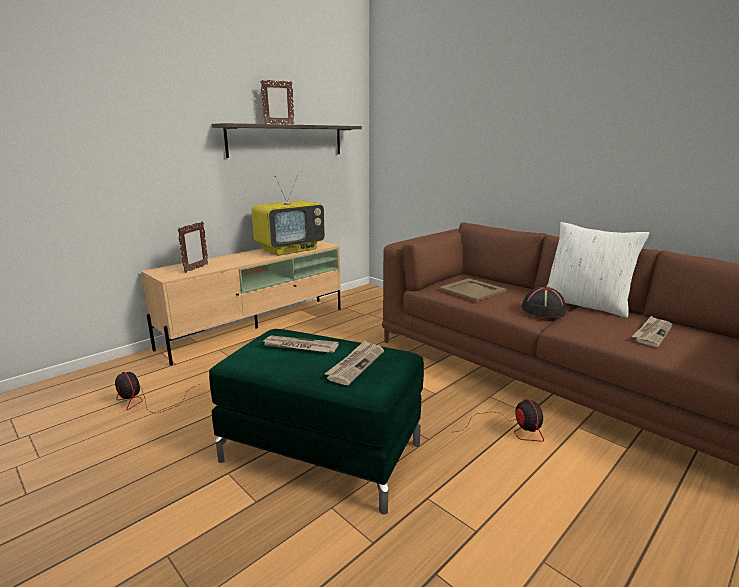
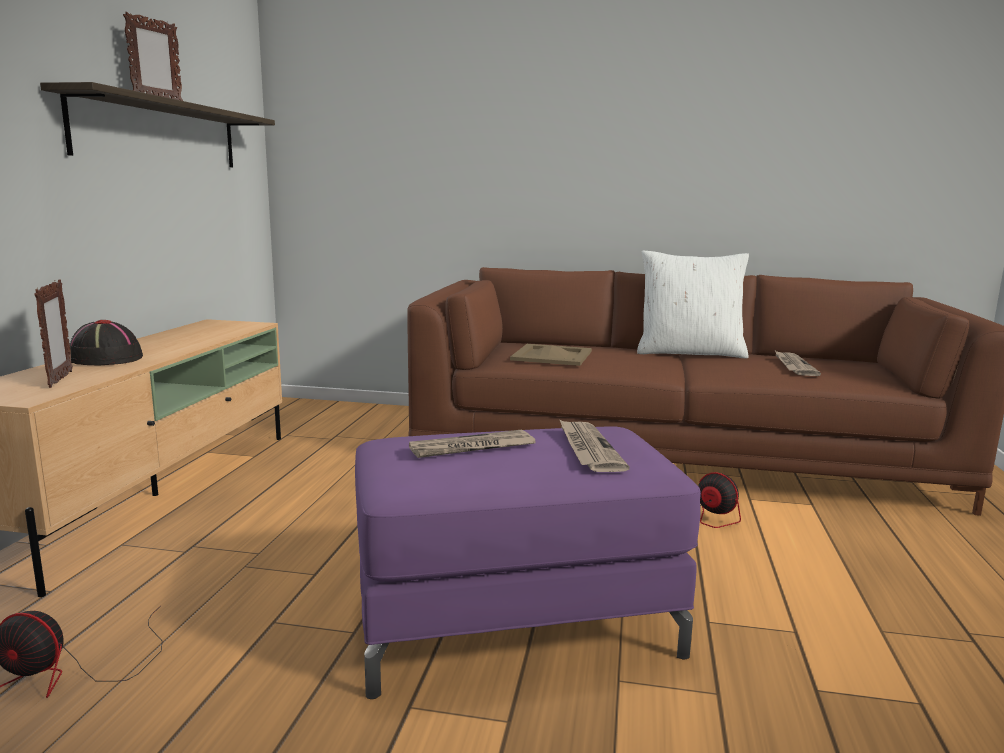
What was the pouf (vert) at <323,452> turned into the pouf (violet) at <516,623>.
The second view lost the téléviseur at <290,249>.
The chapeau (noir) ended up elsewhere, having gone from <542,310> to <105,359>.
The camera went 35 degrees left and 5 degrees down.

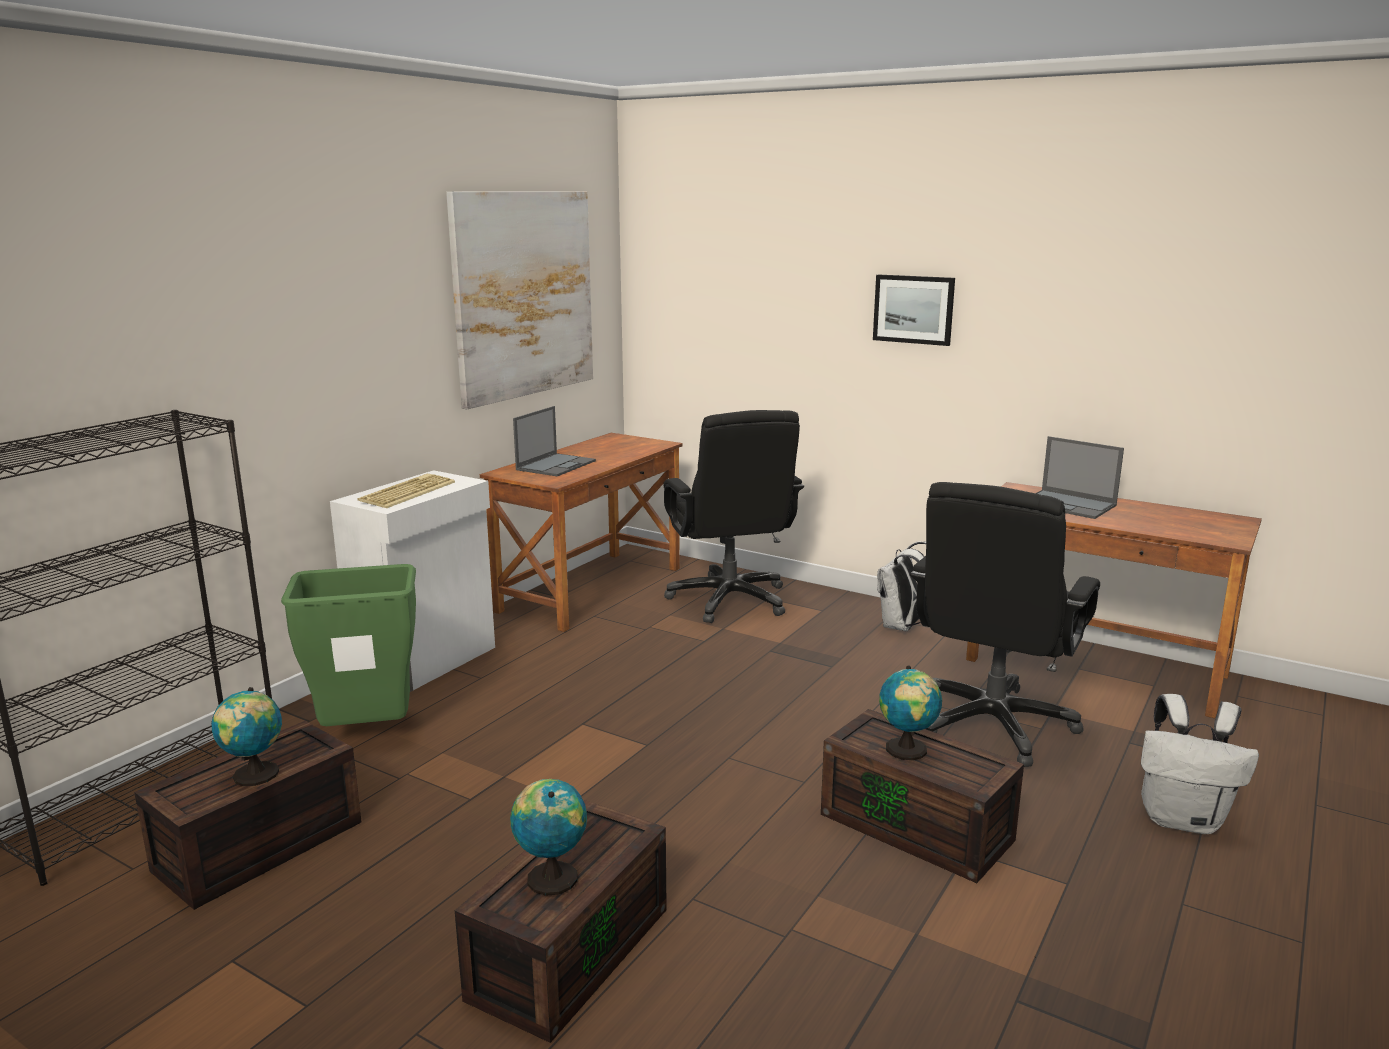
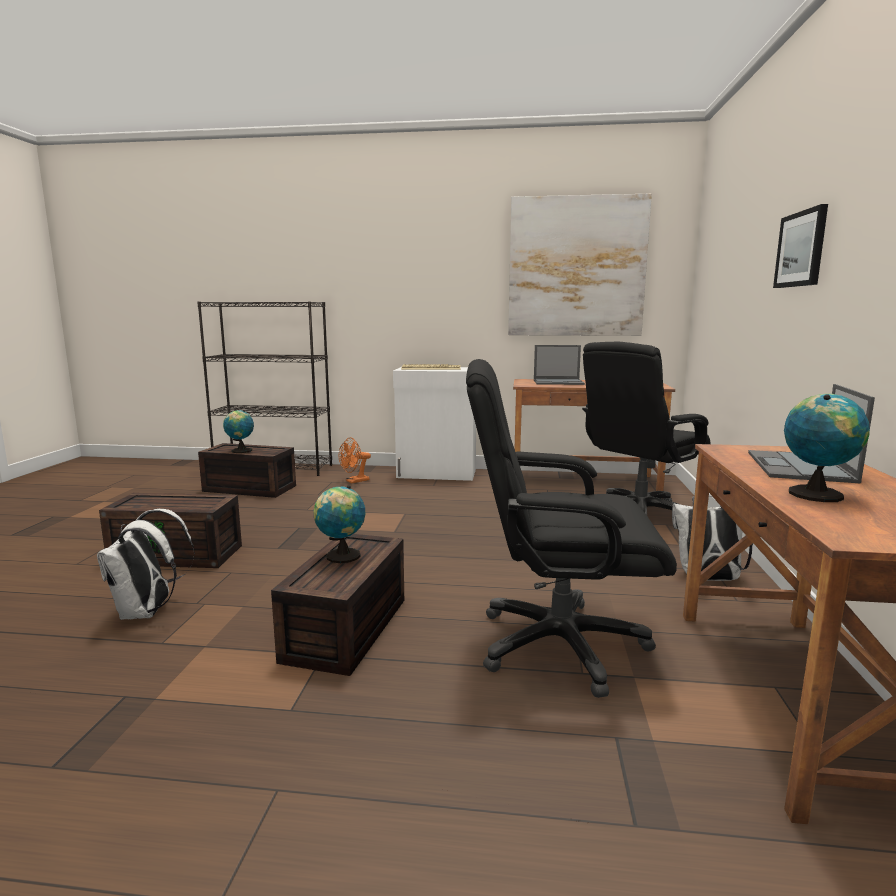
Where the poubelle (vert) stood at <369,733>, the ventilateur (orange) came to stand at <354,481>.
The globe ended up elsewhere, having gone from <551,876> to <815,494>.
The sac à dos (blanc) ended up elsewhere, having gone from <1183,819> to <148,612>.
The camera went 65 degrees right and 5 degrees down.

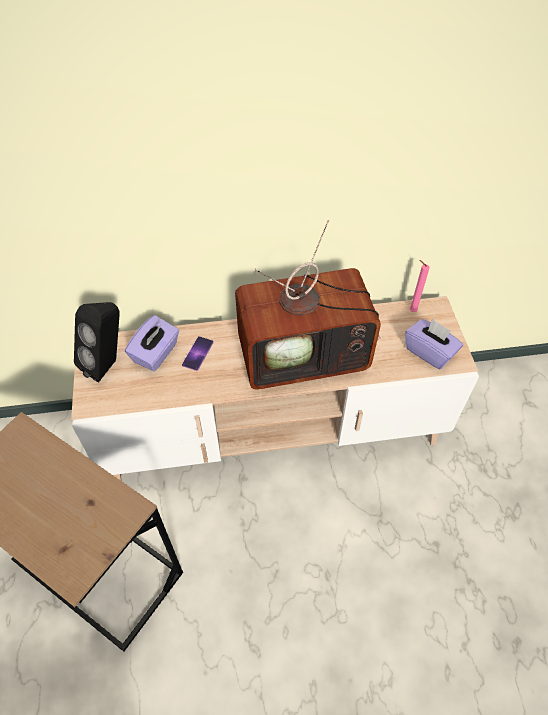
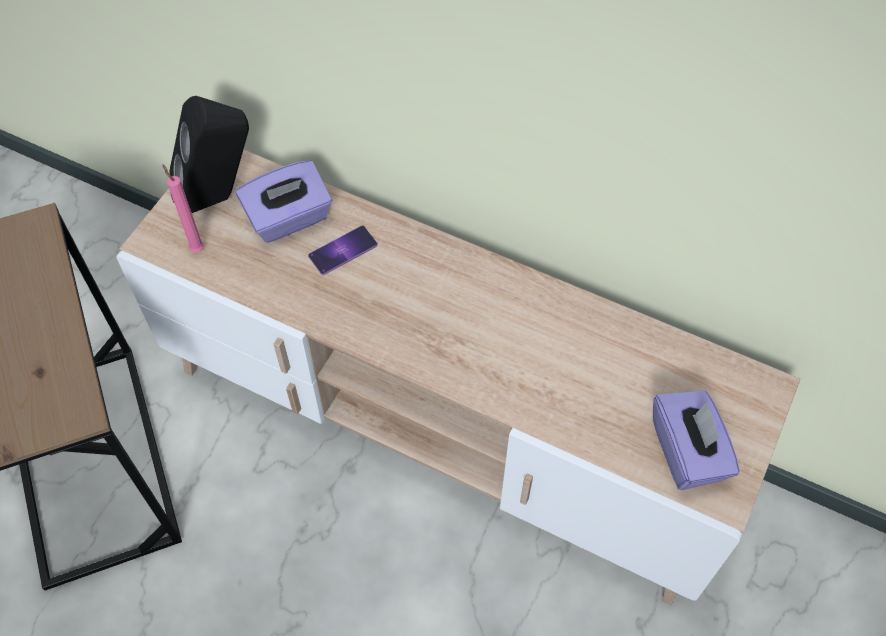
The second view lost the téléviseur at <306,353>.
The bougie (rose) ended up elsewhere, having gone from <411,310> to <196,248>.
The camera went 35 degrees right and 5 degrees up.

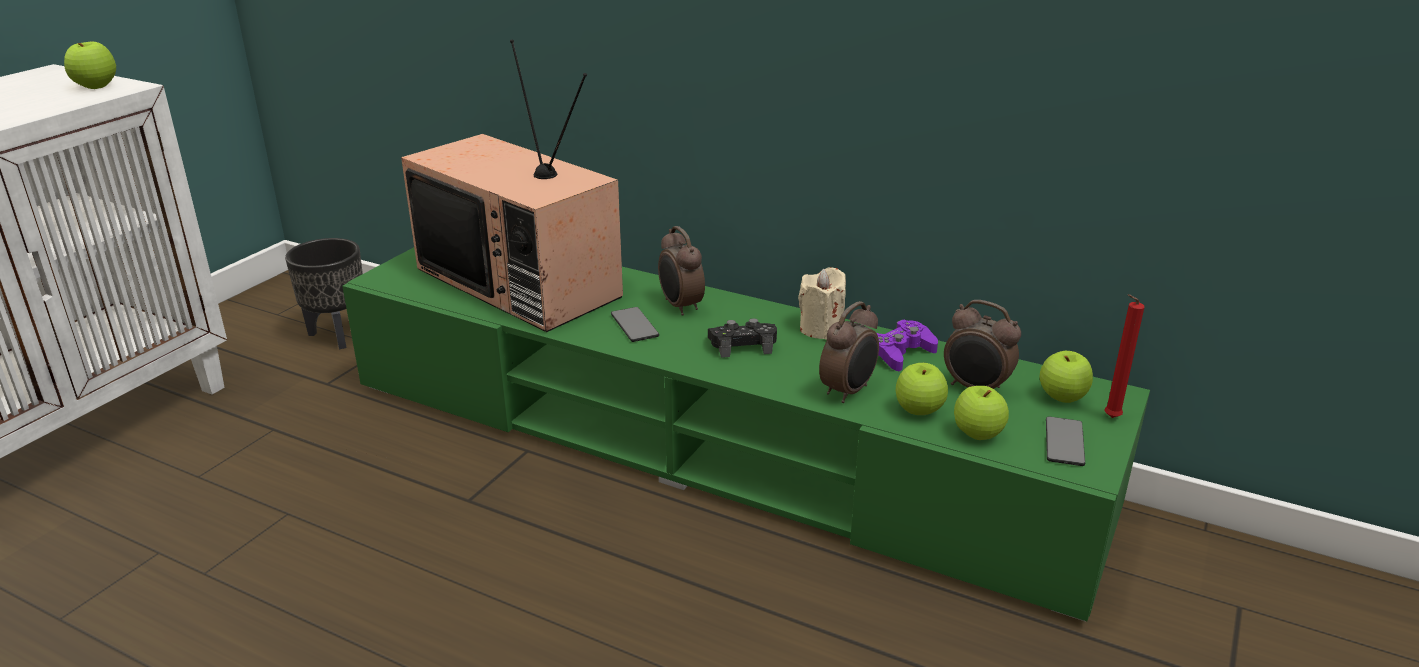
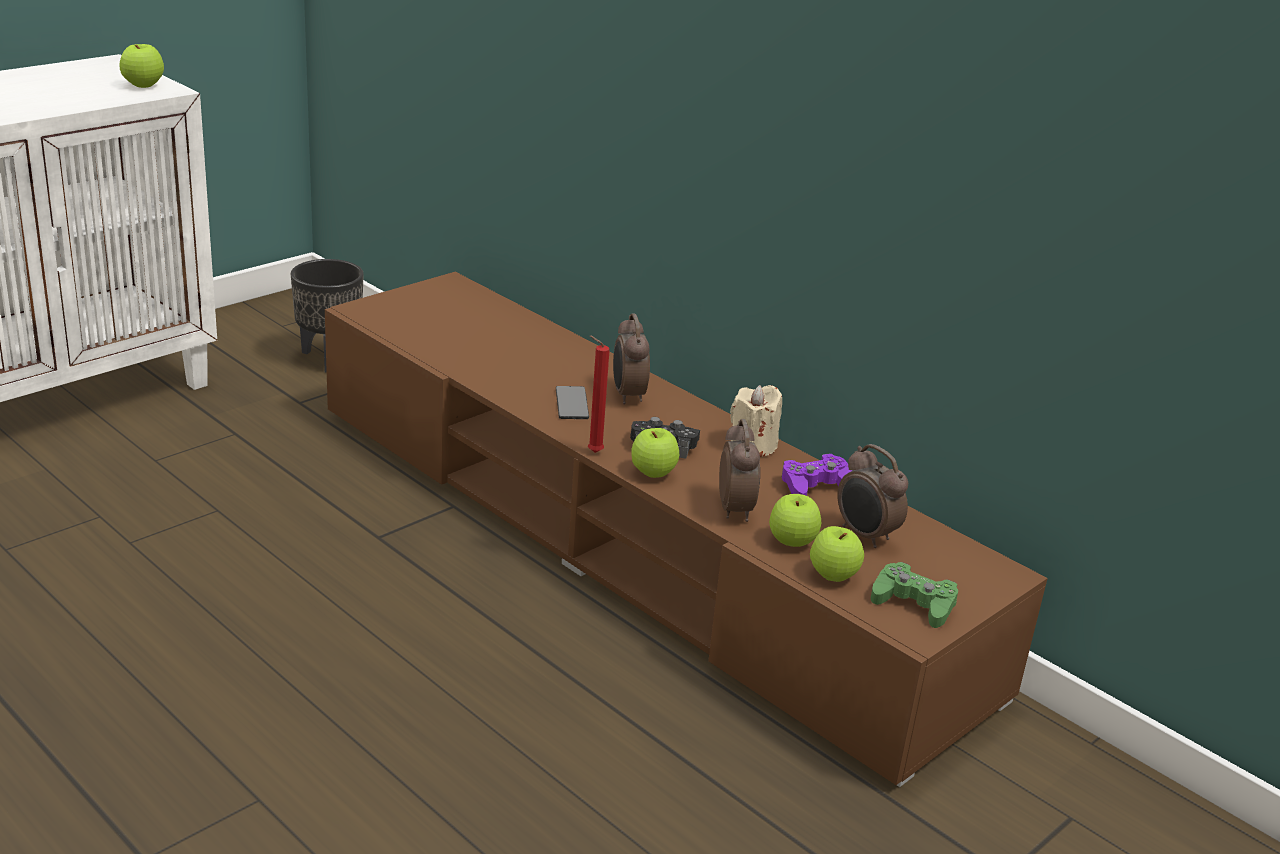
What was the meuble télé (vert) at <711,445> turned into the meuble télé (marron) at <631,542>.
The second view lost the téléviseur at <523,282>.
The réveil at <848,391> ended up facing another way, 60 degrees counterclockwise from before.
The pomme ended up elsewhere, having gone from <1062,398> to <653,473>.
Where the téléphone stood at <1064,442>, the manette (vert) came to stand at <914,603>.
The bougie (rouge) ended up elsewhere, having gone from <1109,418> to <592,452>.
The camera went 15 degrees right and 0 degrees up.

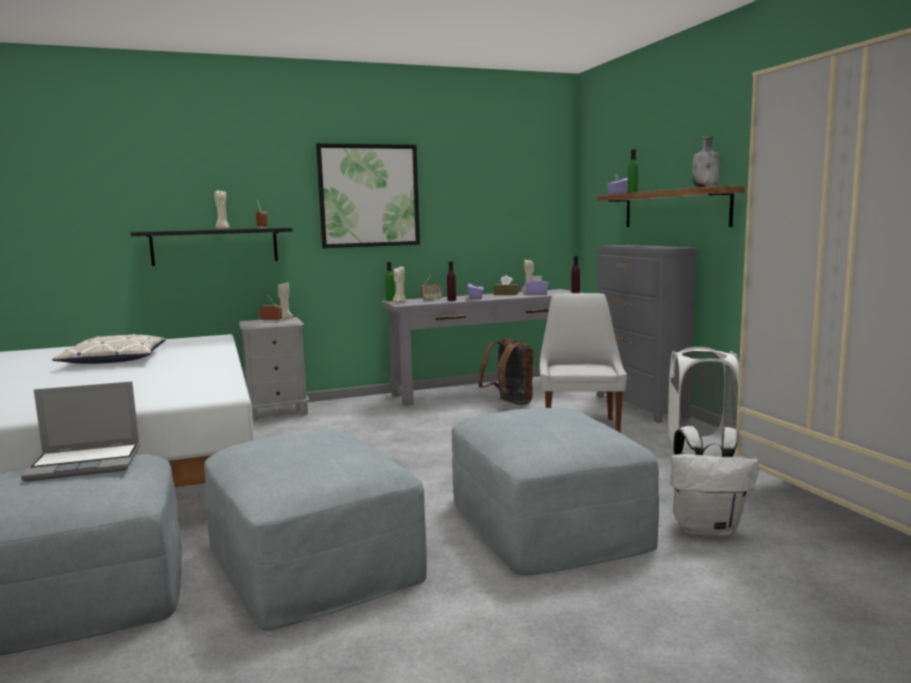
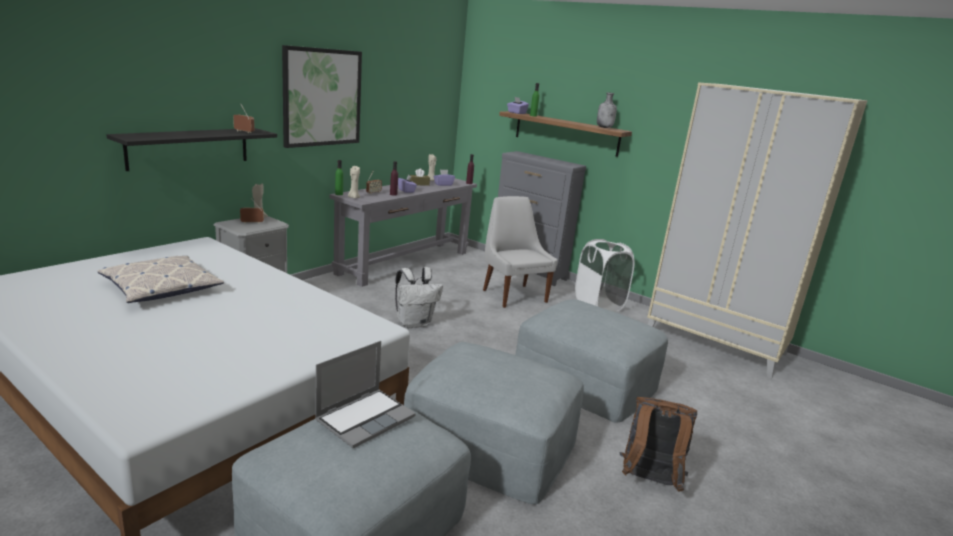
The second view lost the bougie (beige) at <222,229>.
The sac à dos (marron) ended up elsewhere, having gone from <509,403> to <648,481>.
The sac à dos (blanc) ended up elsewhere, having gone from <707,528> to <414,323>.
The camera went 35 degrees left and 10 degrees up.

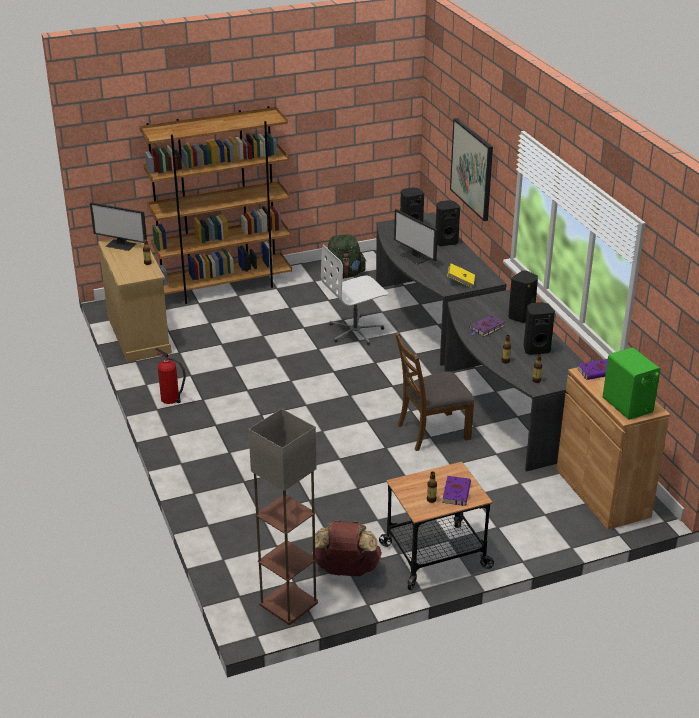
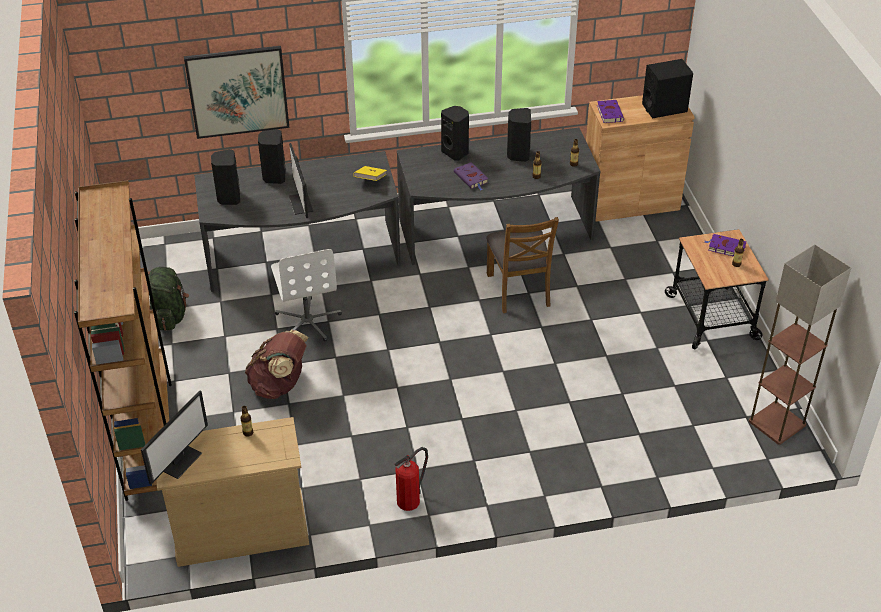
The sac à dos (marron) ended up elsewhere, having gone from <346,570> to <280,385>.
The écran d'ordinateur at <415,257> ended up facing another way, 105 degrees clockwise from before.
What was the enceinte (vert) at <627,405> turned into the enceinte (noir) at <664,108>.
The camera went 80 degrees left and 10 degrees up.

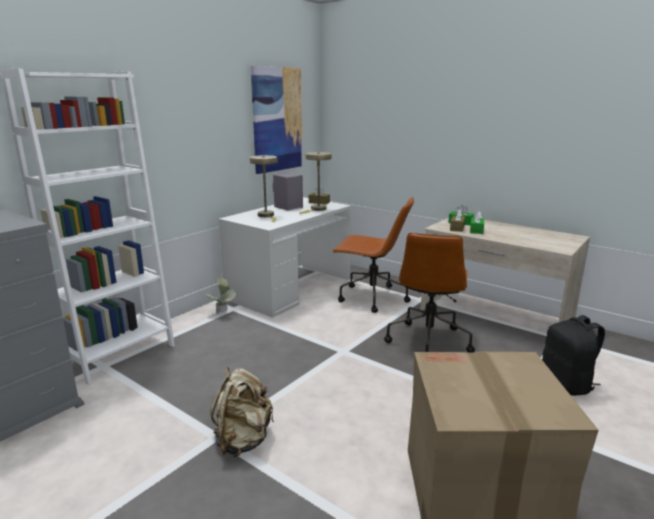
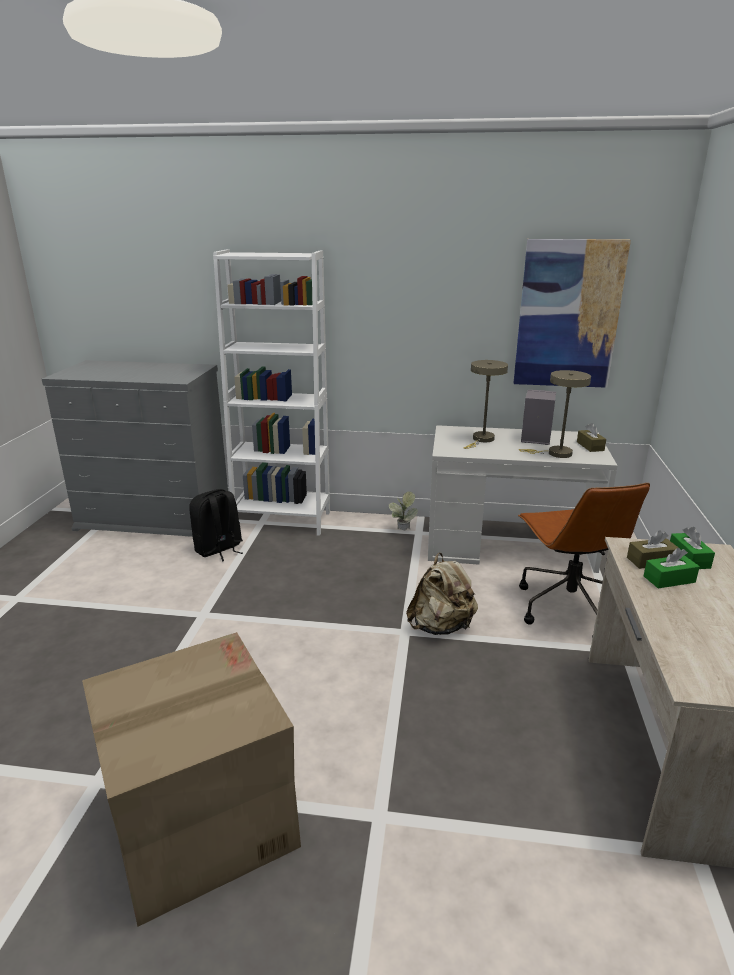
The sac à dos (beige) ended up elsewhere, having gone from <243,440> to <441,627>.
The second view lost the chaise de bureau (marron) at <428,341>.
The sac à dos (noir) ended up elsewhere, having gone from <567,384> to <219,549>.
The camera went 60 degrees right and 5 degrees up.

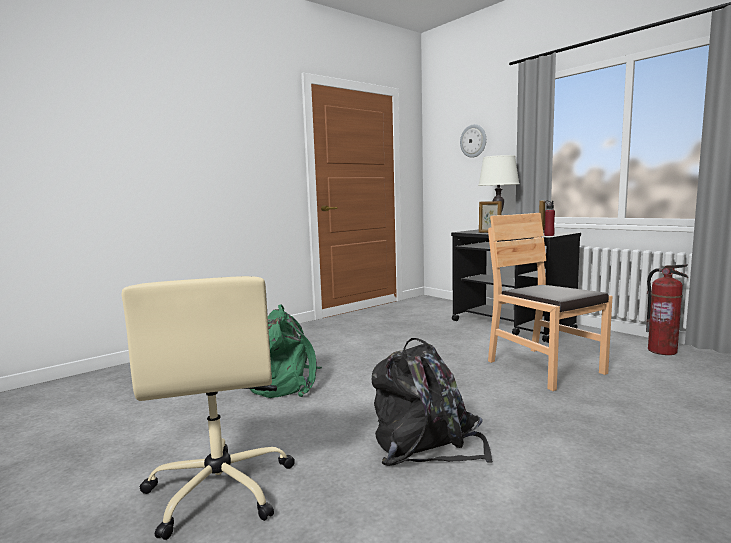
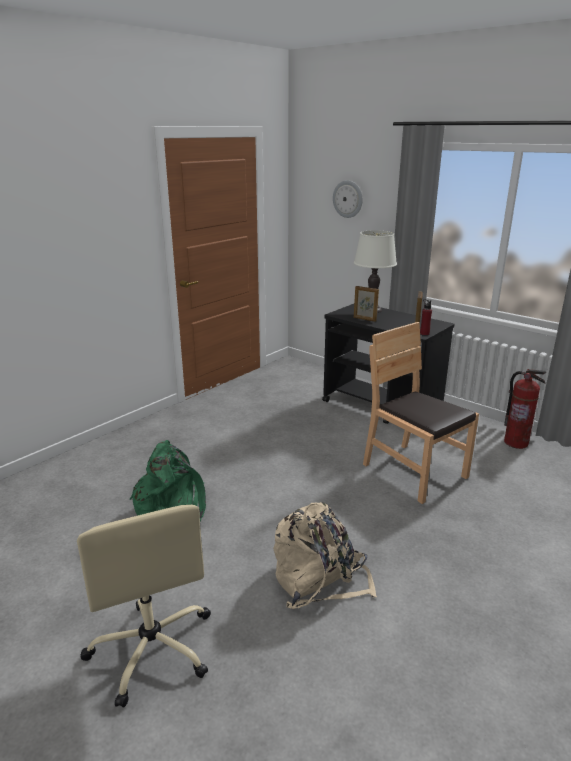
What was the sac à dos (noir) at <426,444> turned into the sac à dos (beige) at <320,580>.
The camera went 10 degrees left and 15 degrees up.

